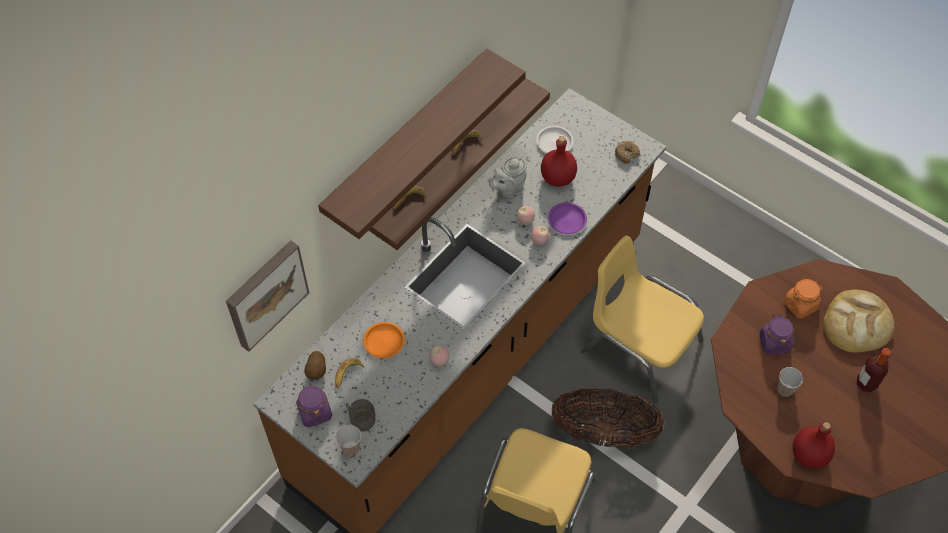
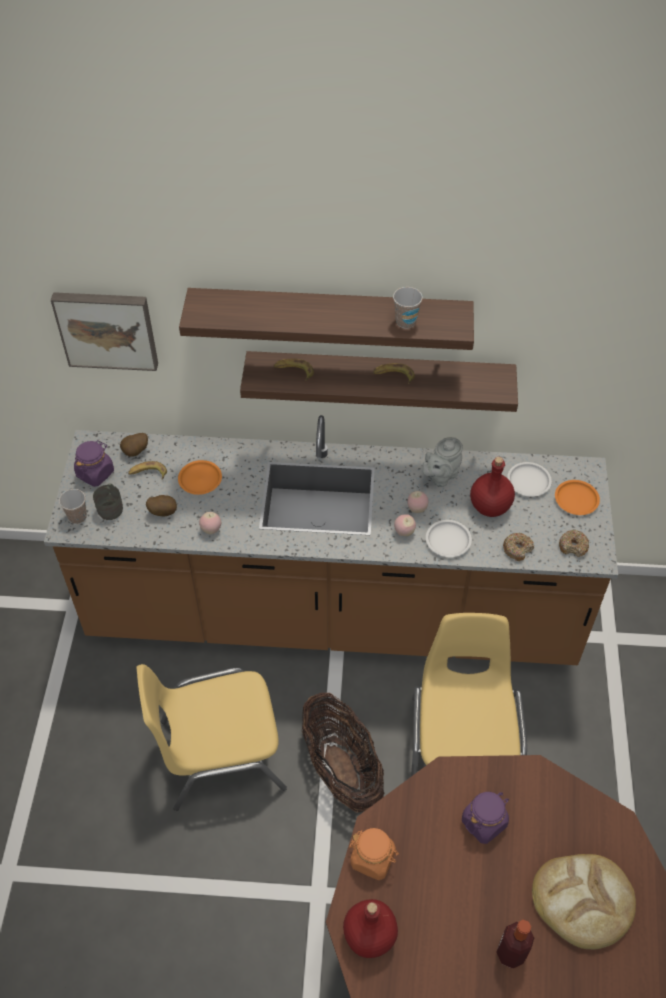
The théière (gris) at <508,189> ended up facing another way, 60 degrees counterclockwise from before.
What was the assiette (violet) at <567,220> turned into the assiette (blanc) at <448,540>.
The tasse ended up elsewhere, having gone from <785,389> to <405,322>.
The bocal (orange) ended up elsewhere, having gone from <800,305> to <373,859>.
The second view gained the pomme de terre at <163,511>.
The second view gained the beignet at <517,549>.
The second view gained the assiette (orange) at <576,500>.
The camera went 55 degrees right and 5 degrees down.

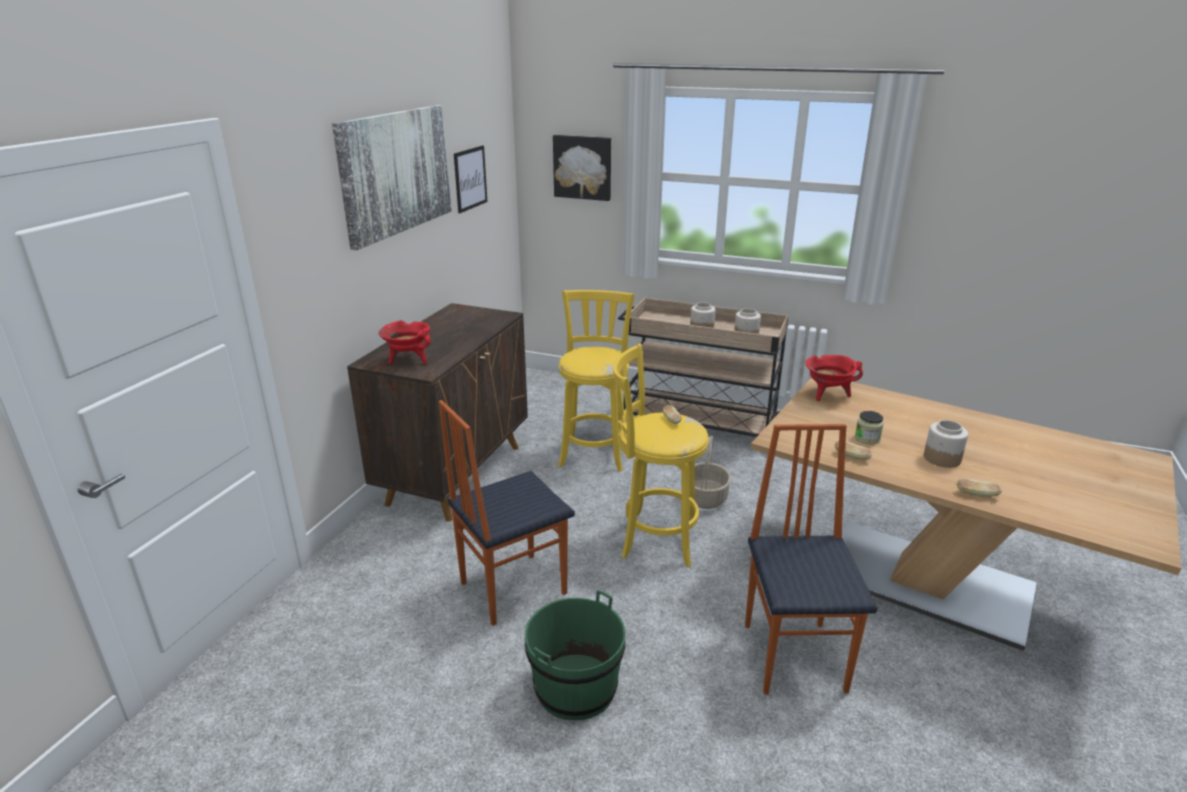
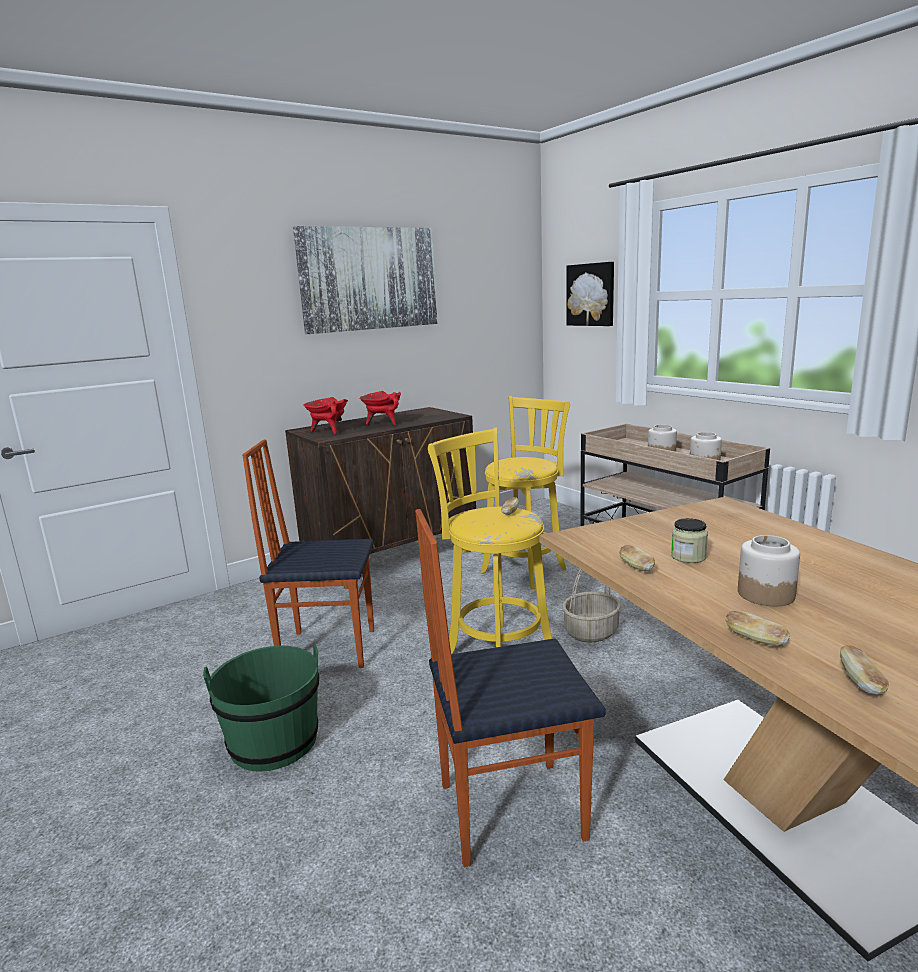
The second view lost the tableau at <470,178>.
The chaise at <795,656> ended up facing another way, 135 degrees counterclockwise from before.
The marmite (rouge) ended up elsewhere, having gone from <827,395> to <383,423>.
The second view gained the pain at <861,682>.
The camera went 35 degrees right and 10 degrees down.

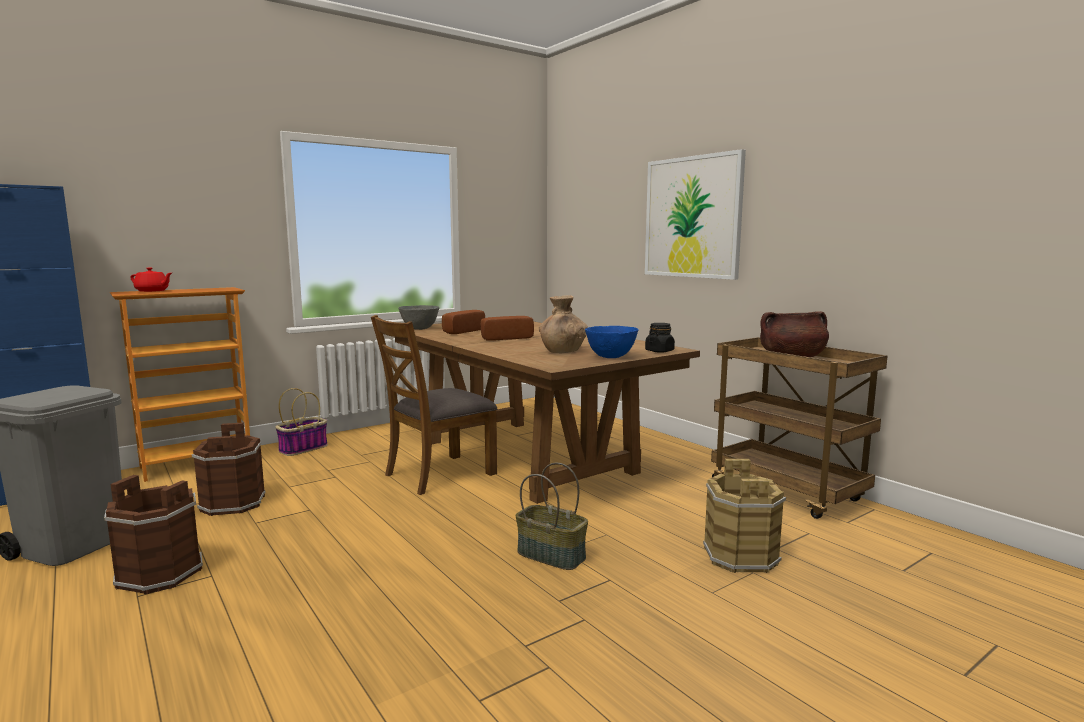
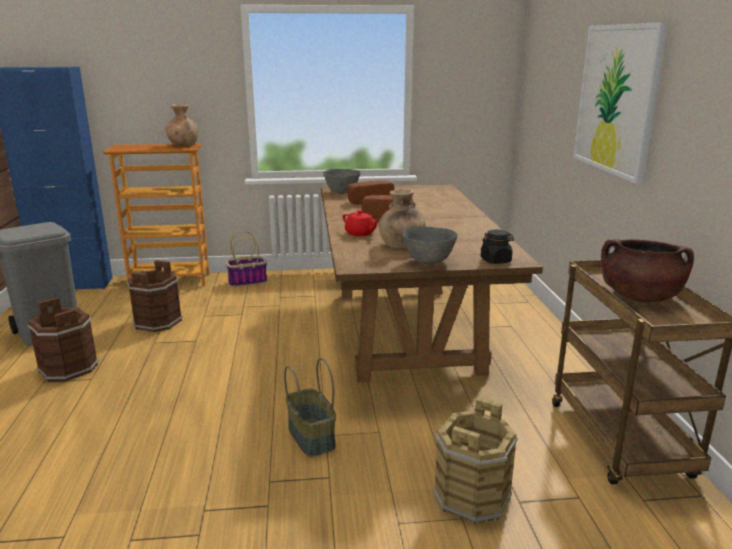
The théière (rouge) ended up elsewhere, having gone from <152,291> to <360,233>.
The second view lost the chaise (marron) at <439,474>.
What was the bol (bleu) at <610,357> turned into the bol (gris) at <428,262>.
The second view gained the vase (marron) at <184,145>.
The camera went 30 degrees right and 10 degrees up.

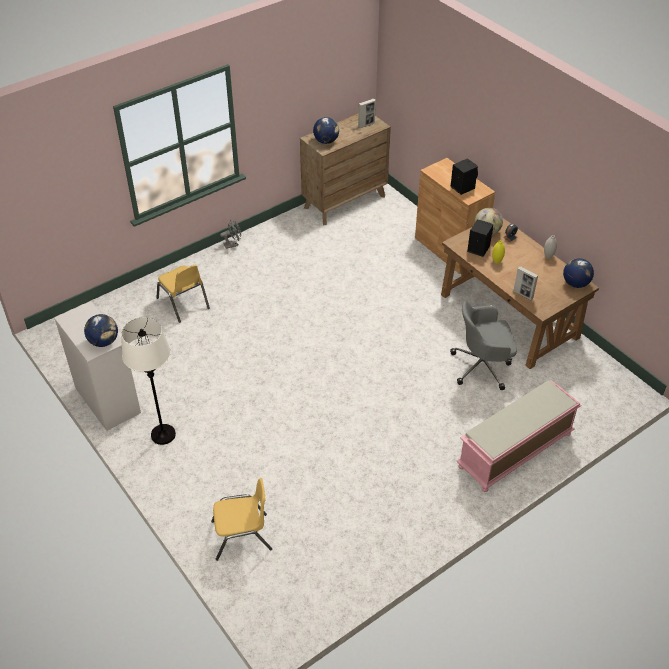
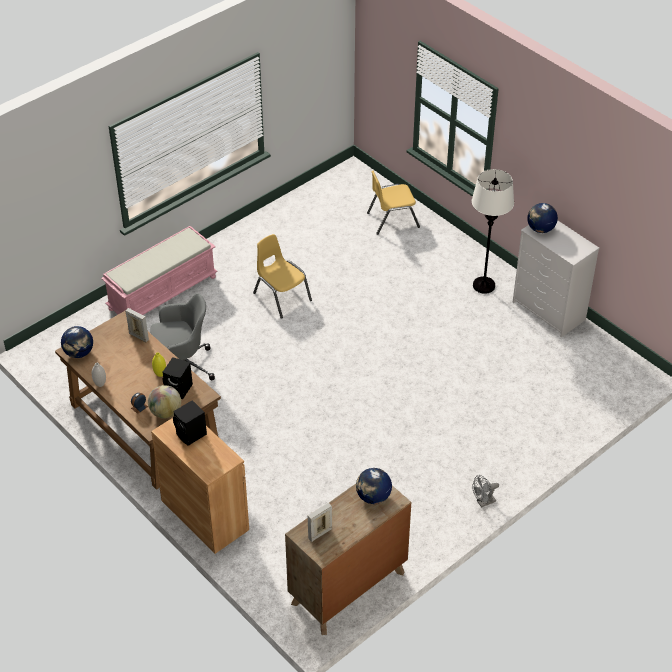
The chaise (jaune) ended up elsewhere, having gone from <183,303> to <281,297>.
The camera went 175 degrees right and 0 degrees up.

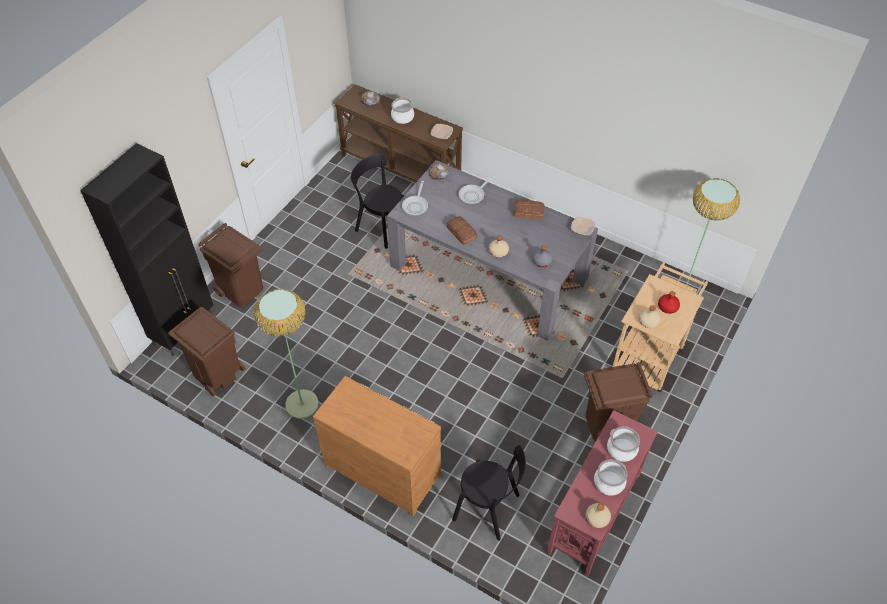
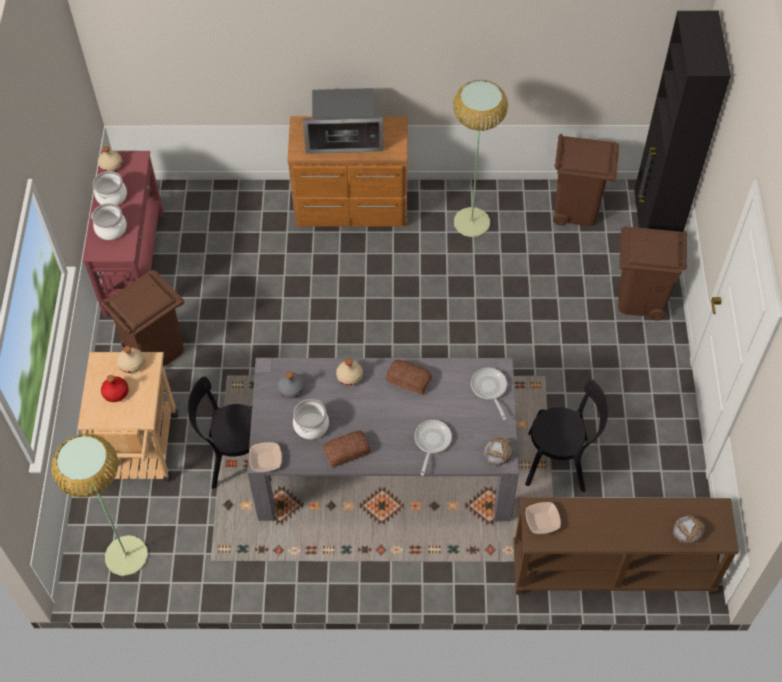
The marmite ended up elsewhere, having gone from <402,117> to <311,425>.
The chaise (noir) ended up elsewhere, having gone from <489,509> to <235,458>.
The second view gained the micro-ondes at <344,137>.
The camera went 150 degrees right and 5 degrees up.

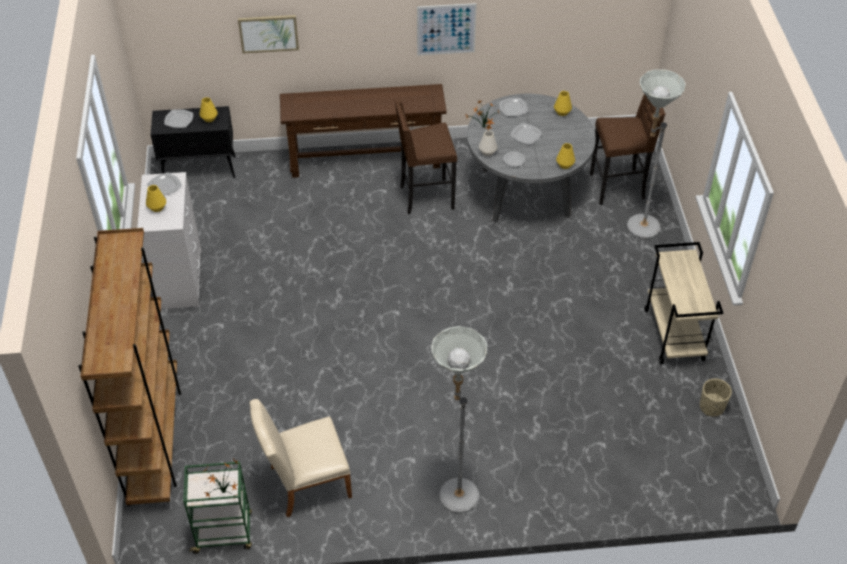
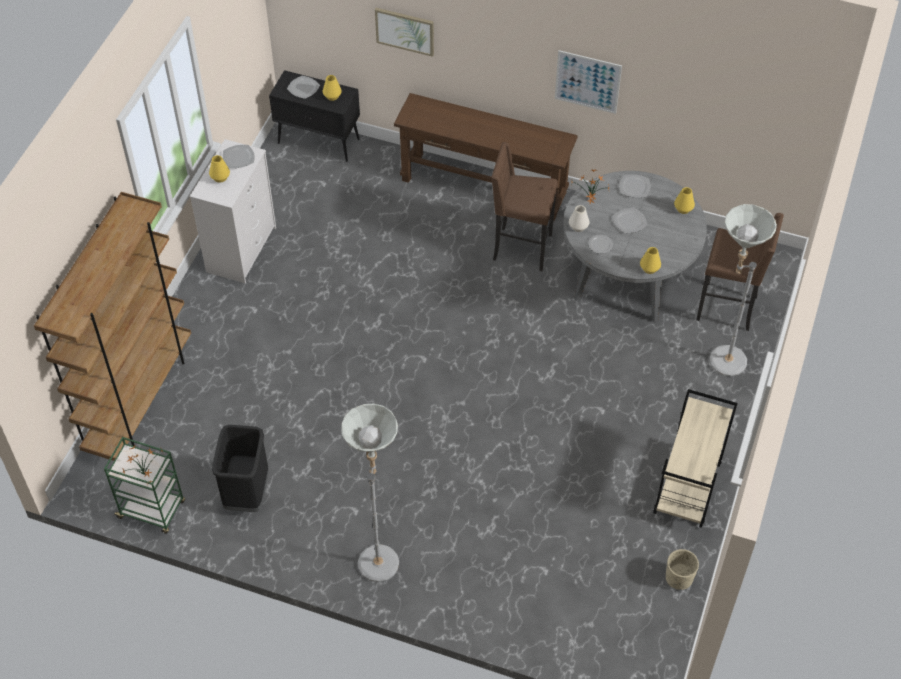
Where the chaise (beige) stood at <304,483>, the poubelle (noir) came to stand at <246,493>.
The camera went 25 degrees right and 5 degrees up.

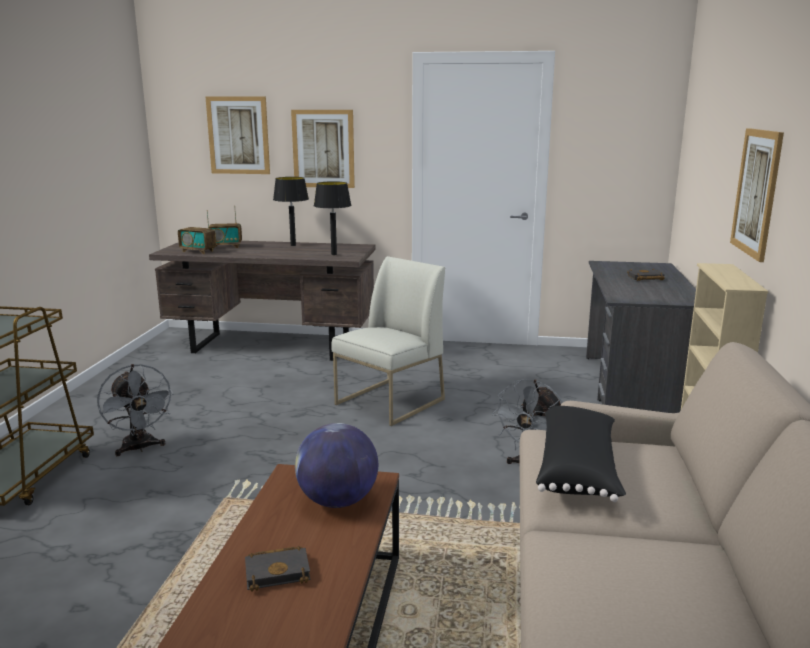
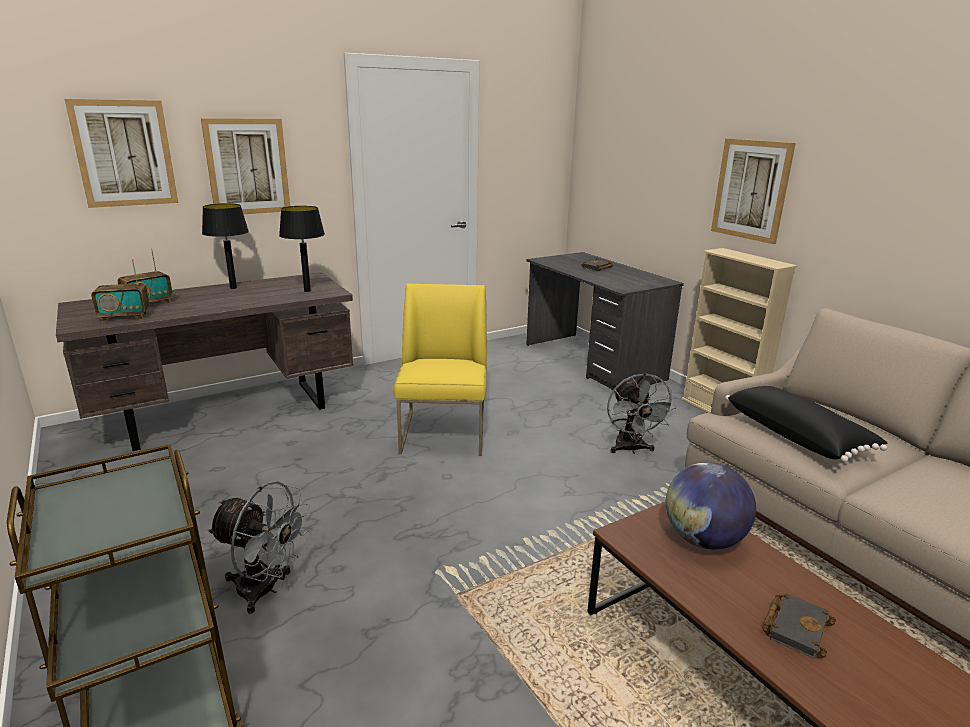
What was the chaise (blanc) at <390,402> turned into the chaise (jaune) at <444,433>.
The camera went 40 degrees left and 5 degrees up.

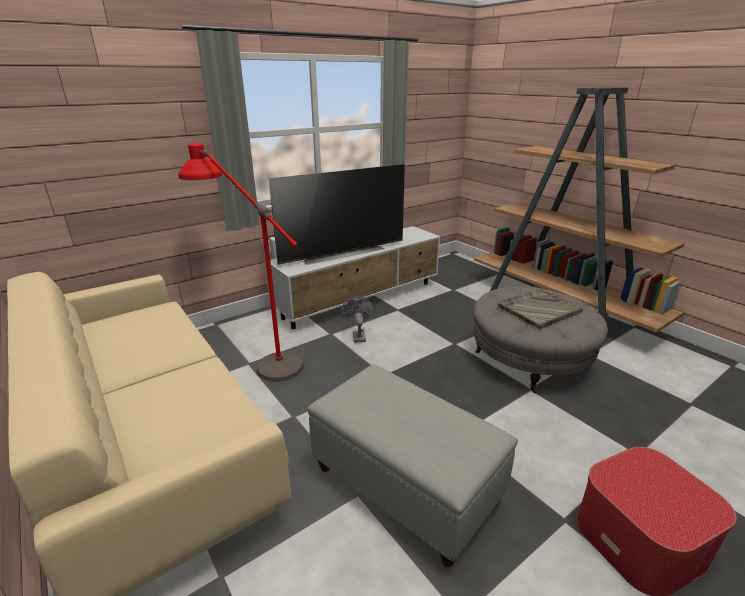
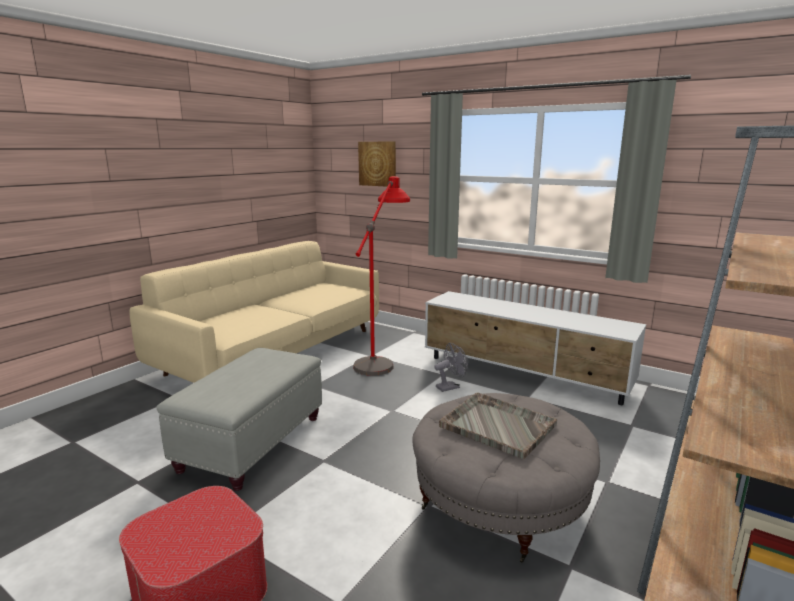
The second view lost the téléviseur at <341,253>.
The second view gained the tableau at <378,164>.
The camera went 70 degrees right and 10 degrees down.

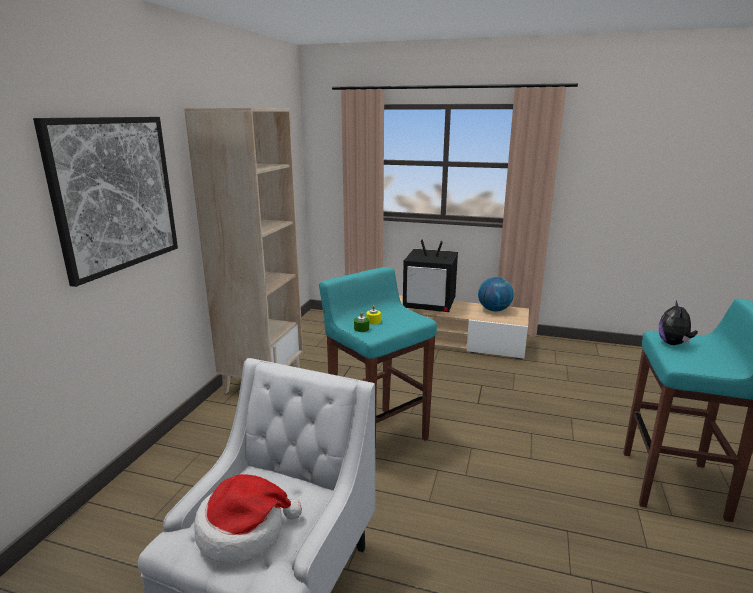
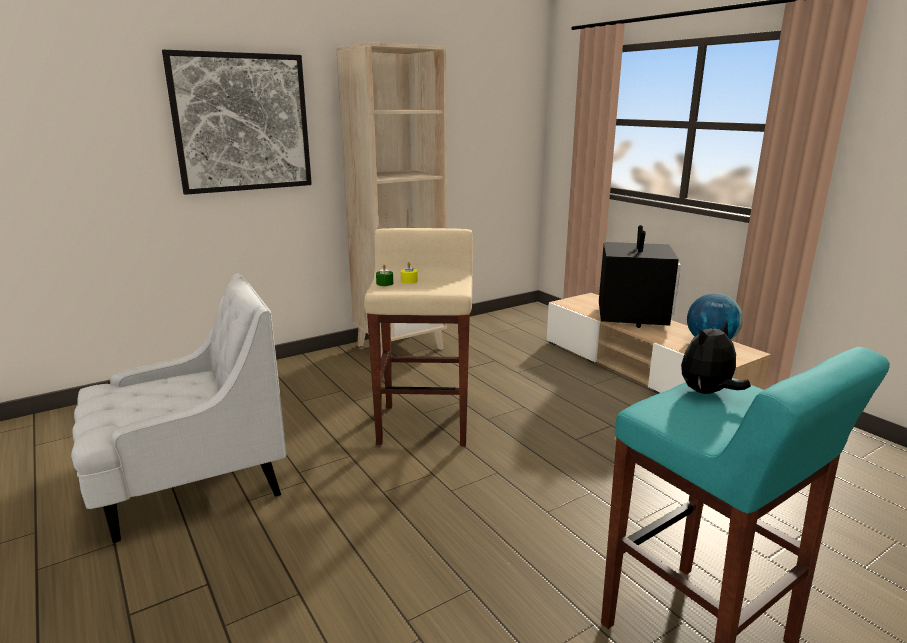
The second view lost the chapeau at <244,530>.
What was the tabouret (turquoise) at <378,436> turned into the tabouret (beige) at <424,424>.
The téléviseur at <430,305> ended up facing another way, 135 degrees counterclockwise from before.
The camera went 40 degrees right and 0 degrees up.

